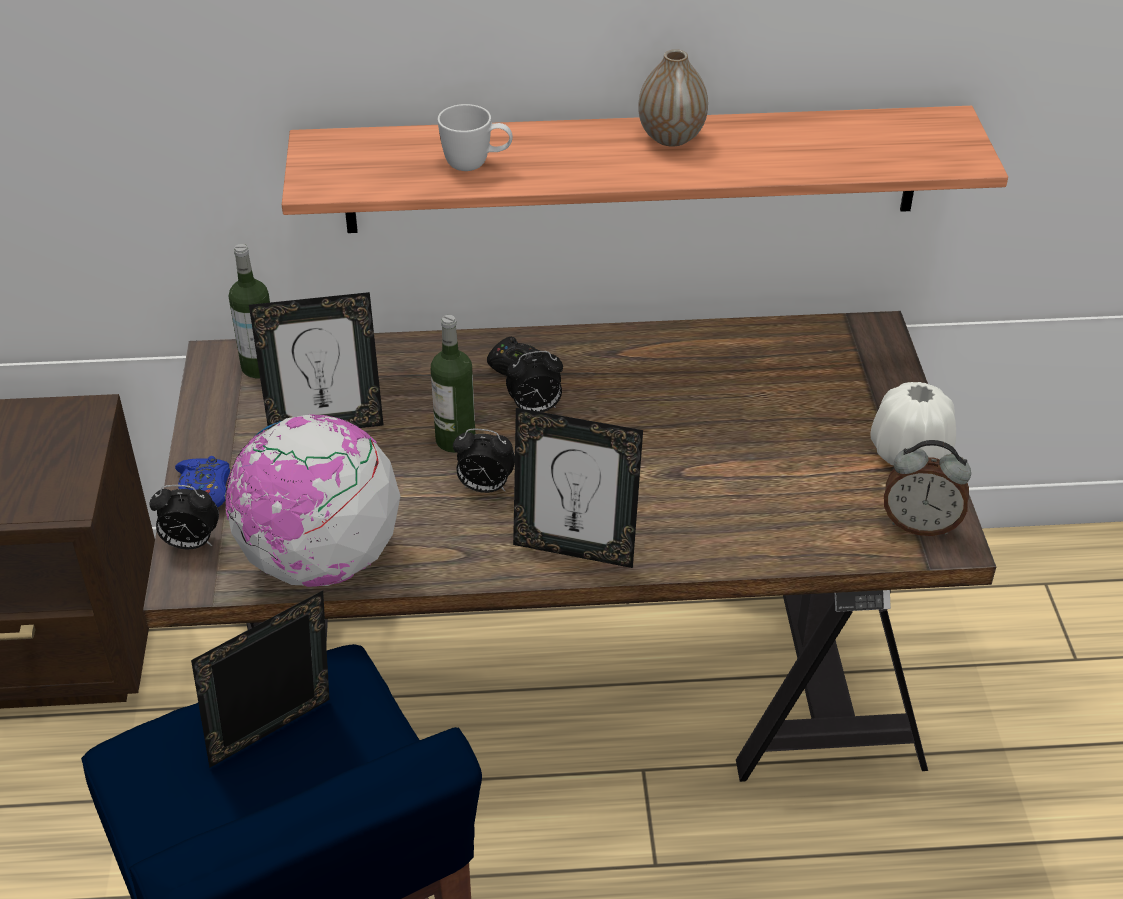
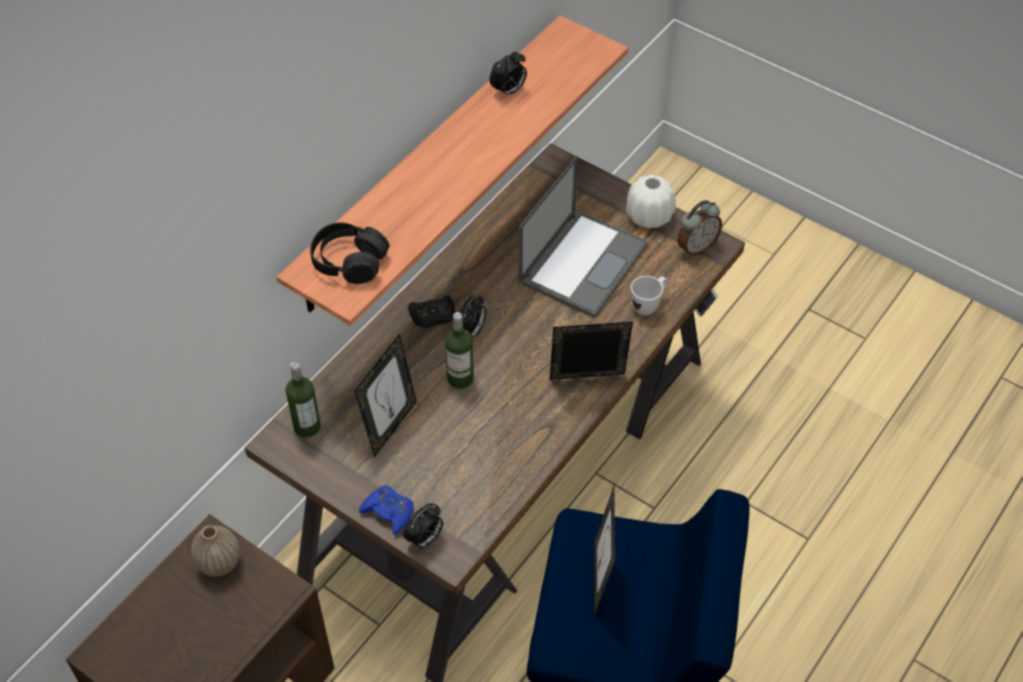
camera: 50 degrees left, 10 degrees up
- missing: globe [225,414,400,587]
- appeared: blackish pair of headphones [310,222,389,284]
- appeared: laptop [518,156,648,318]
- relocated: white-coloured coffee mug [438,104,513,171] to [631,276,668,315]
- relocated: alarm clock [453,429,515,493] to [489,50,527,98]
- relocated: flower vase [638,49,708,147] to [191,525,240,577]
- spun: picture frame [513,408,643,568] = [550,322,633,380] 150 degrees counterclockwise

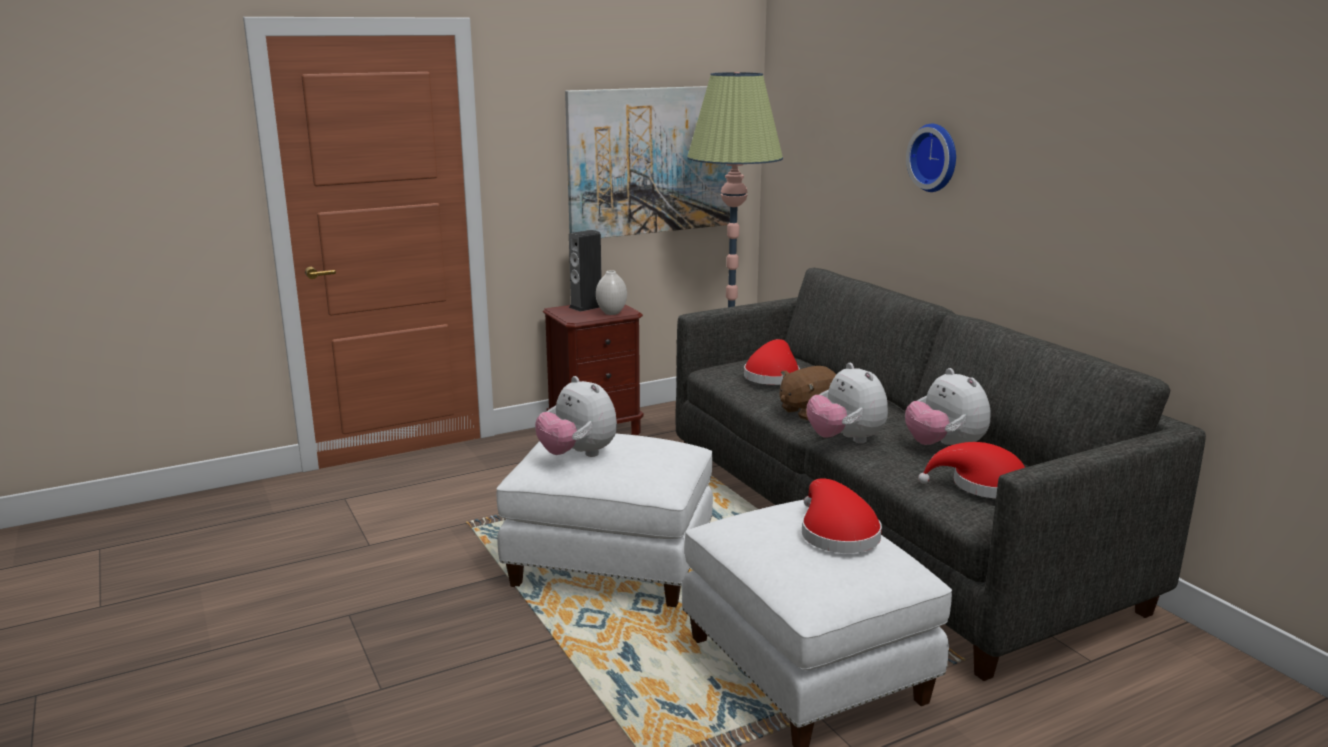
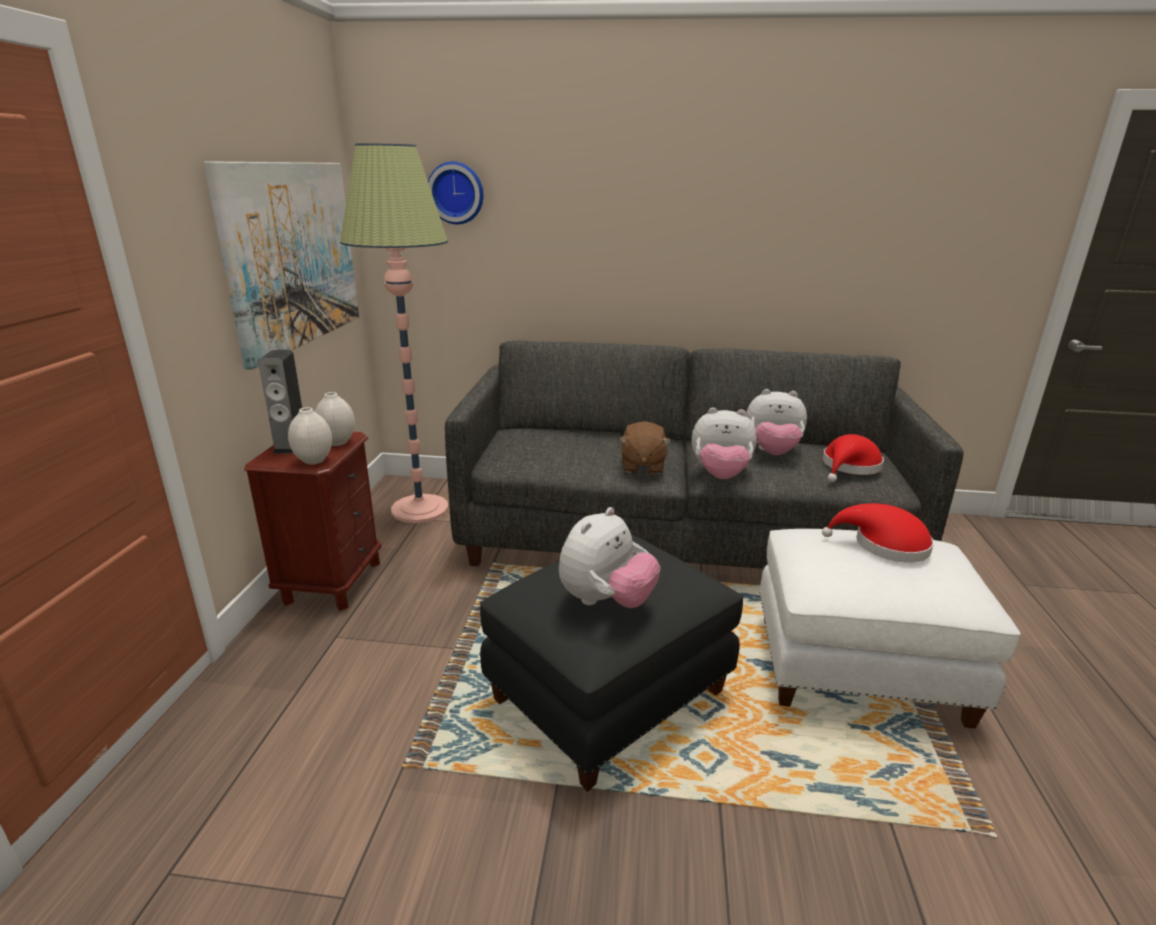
camera: 55 degrees left, 5 degrees up
- missing: red wearable hat [744,339,800,385]
- appeared: white-coloured flower vase [288,407,332,465]
- relocated: hanging clock [906,124,956,192] to [428,161,484,224]
- colour: white-coloured ottoman [496,434,713,607] to blackish ottoman [480,535,744,792]
- spun: cuddly toy [535,376,617,457] = [559,507,660,608] 45 degrees counterclockwise

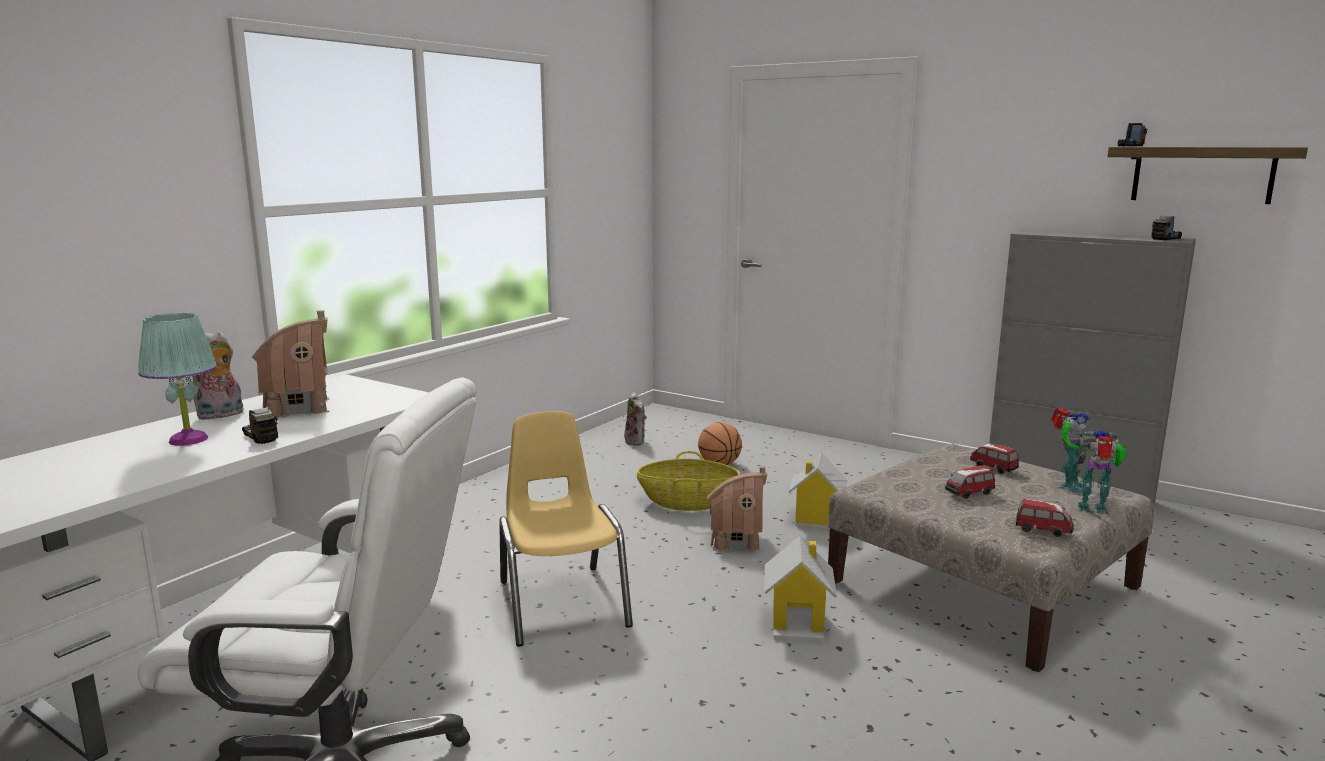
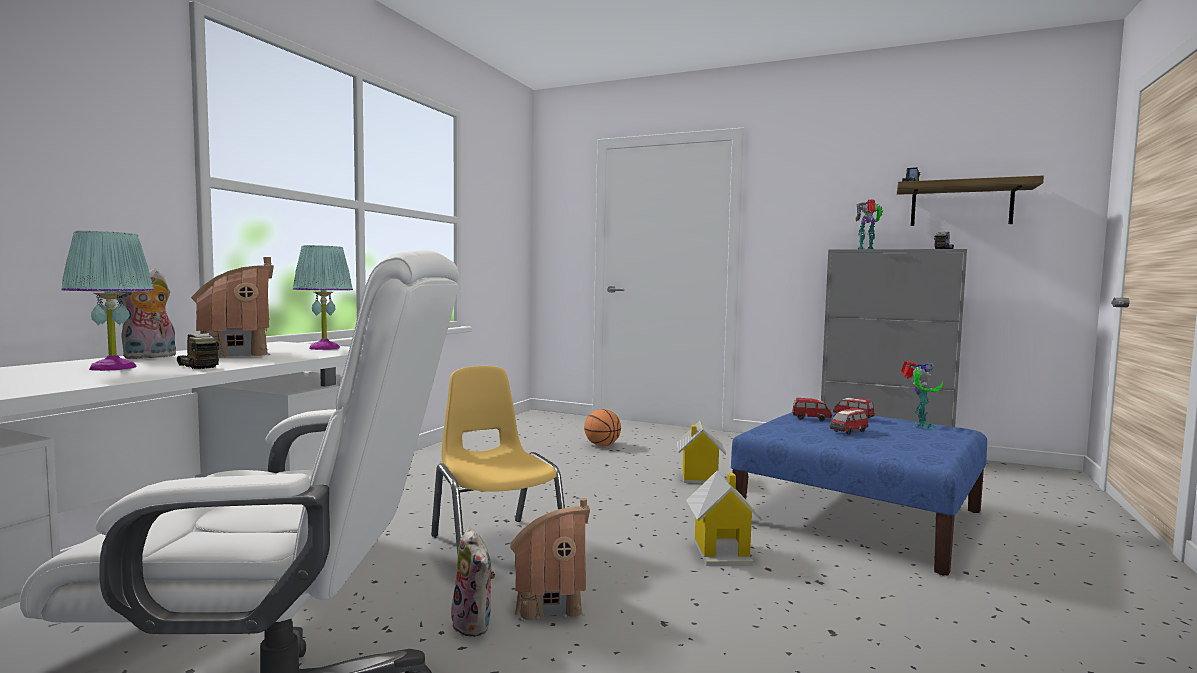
camera: 10 degrees left, 10 degrees down
- missing: household basket [637,451,740,511]
- appeared: blue-green lamp for a table [293,245,353,350]
- relocated: cuddly toy [624,392,647,446] to [451,527,495,637]
- relocated: miniature house [707,466,767,551] to [510,498,590,622]
- relocated: model car [1016,499,1074,537] to [792,398,832,421]
- relocated: model robot [1077,430,1127,515] to [855,199,883,249]
- colour: sand-coloured ottoman [828,444,1155,672] to blue ottoman [731,410,987,576]

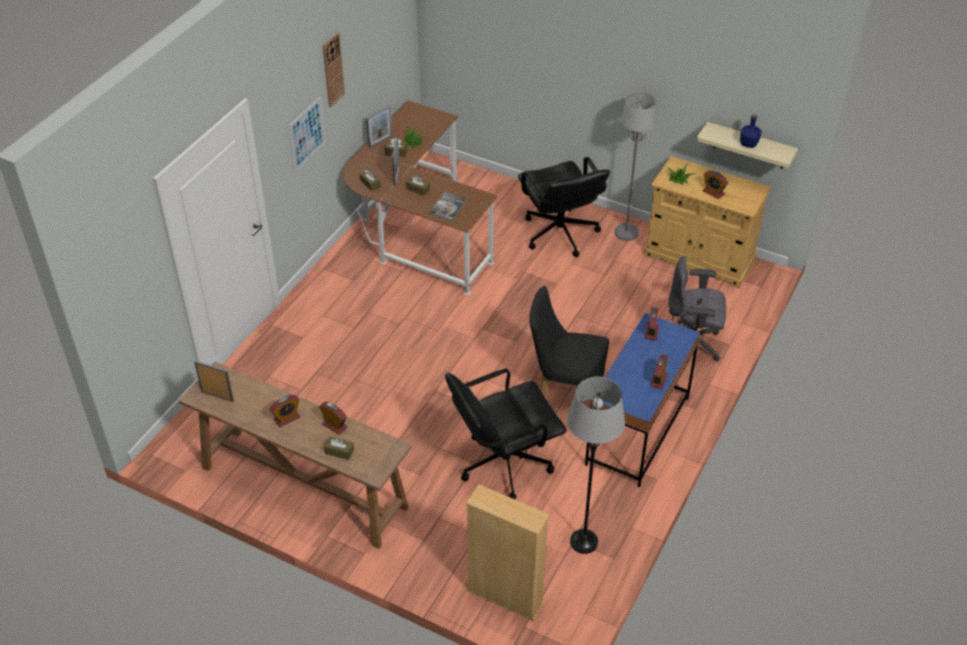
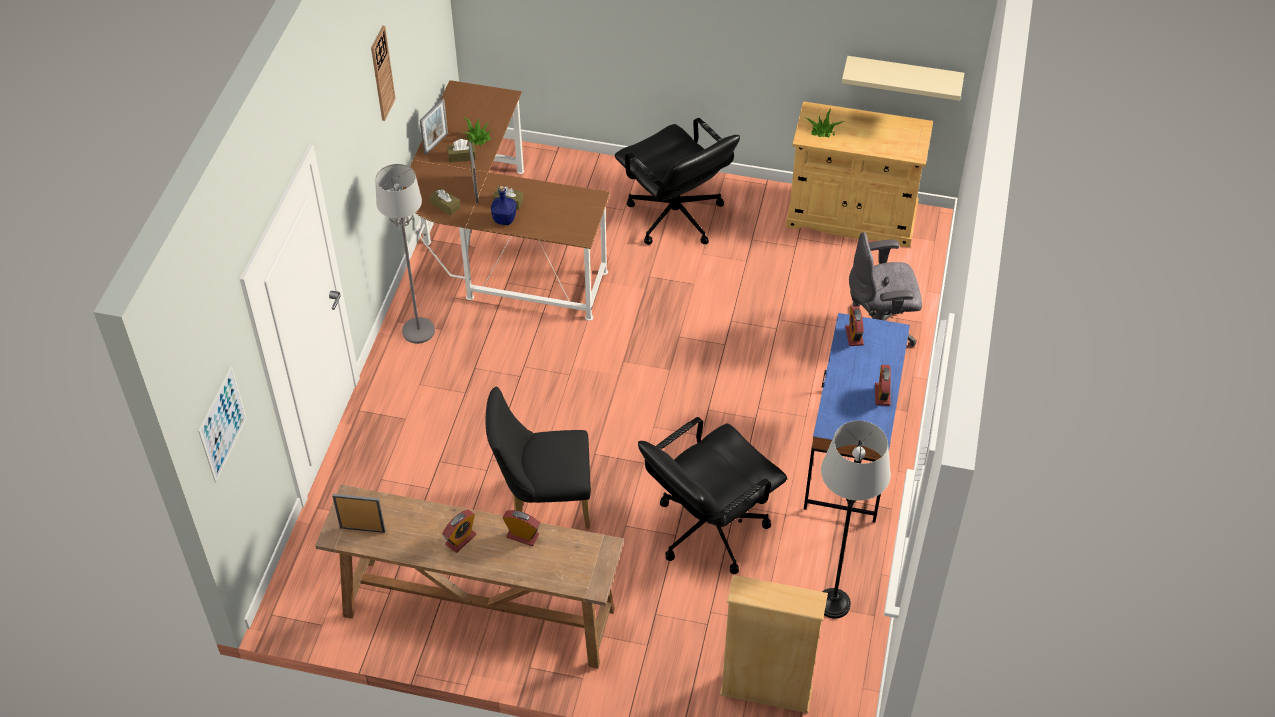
camera: 15 degrees left, 5 degrees up
- missing: brown-coloured tissue box [324,436,354,460]
- missing: volume [429,192,467,221]
- missing: alarm clock [703,171,728,199]
- relocated: picture [289,97,326,171] to [198,366,247,482]
- relocated: blackish plain chair [529,286,609,397] to [486,387,591,529]
- relocated: greyish floor lamp [614,92,656,241] to [375,164,435,344]
- relocated: blue bottle [740,113,762,148] to [491,186,516,225]

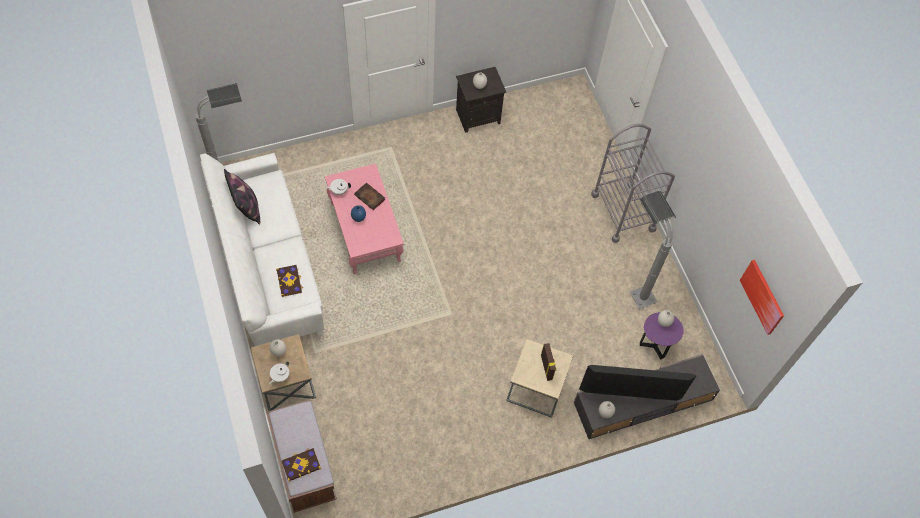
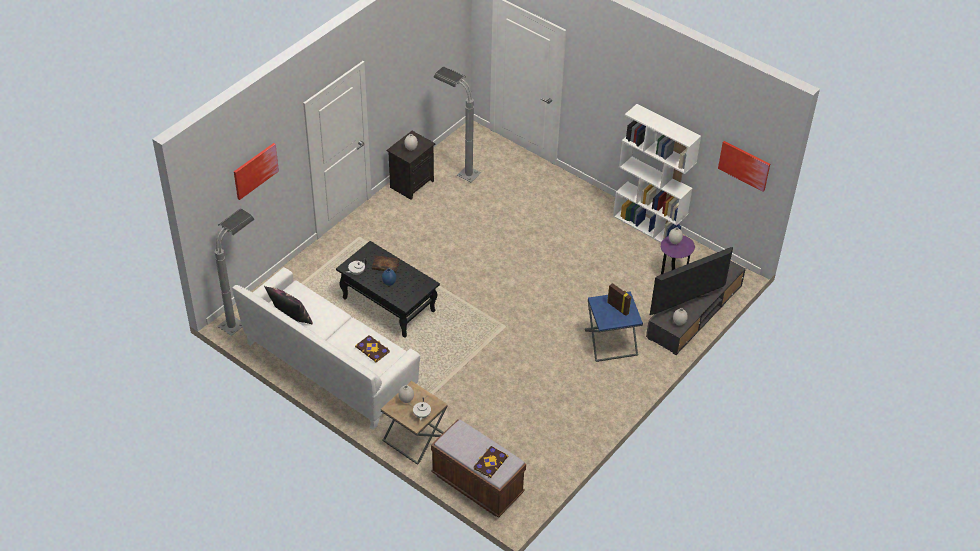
camera: 30 degrees left, 15 degrees down
- missing: greyish trolley [591,124,675,243]
- appeared: picture [234,143,279,200]
- appeared: white-coloured bookshelf [613,104,701,243]
- relocated: greyish floor lamp [630,191,676,309] to [433,66,481,182]
- colour: pink coffee table [325,164,404,274] to blackish coffee table [336,241,440,338]
- colour: sand-coloured end table [506,339,573,418] to blue end table [585,291,643,362]

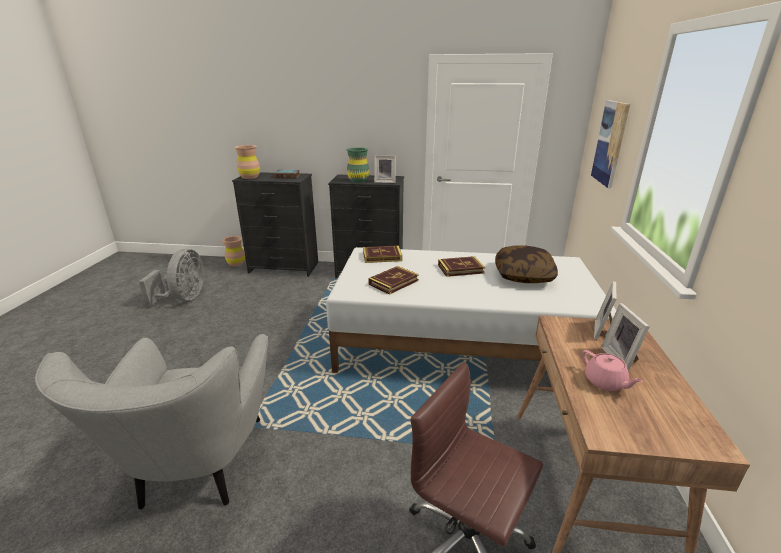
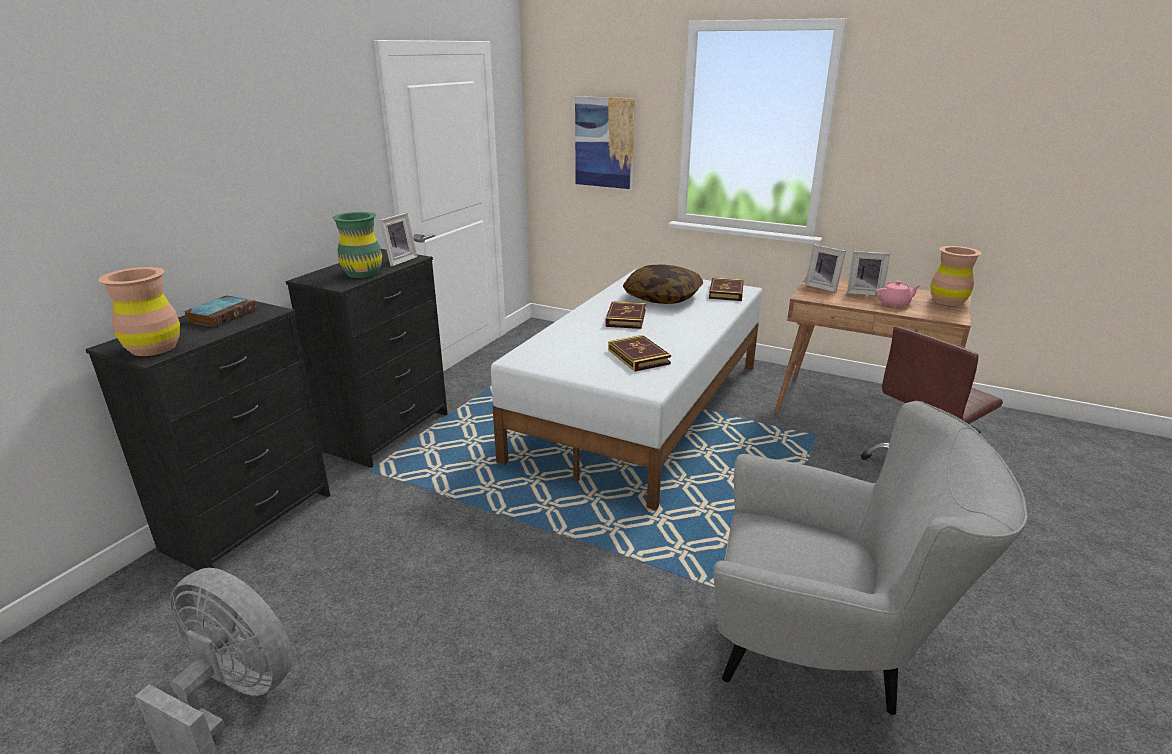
camera: 70 degrees left, 0 degrees up
- relocated: brown-coloured flower vase [222,236,245,266] to [931,246,982,306]
- relocated: volume [363,245,402,263] to [709,277,744,301]

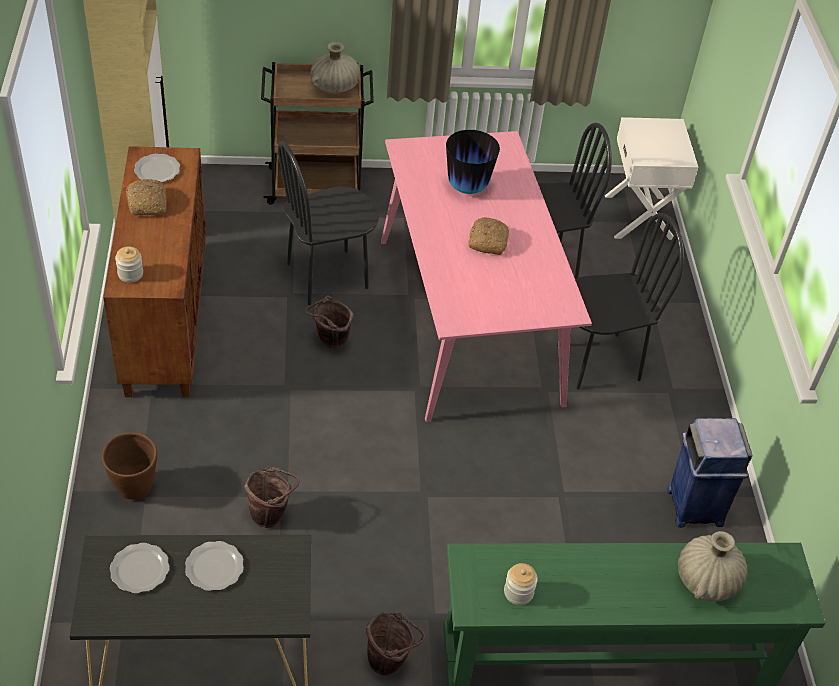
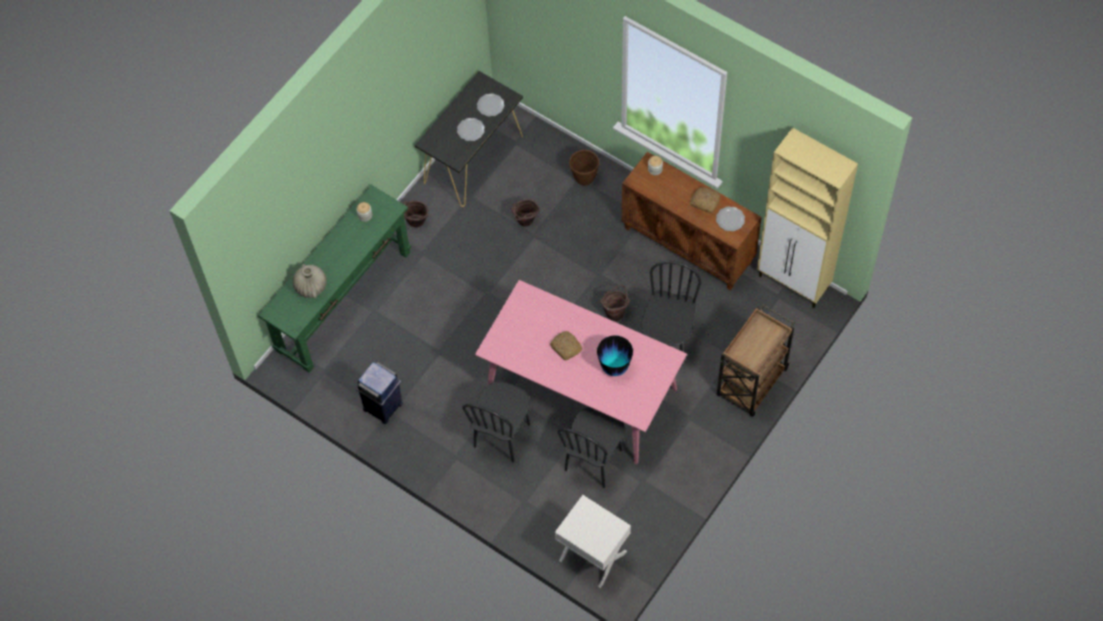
camera: 135 degrees right, 15 degrees up
- missing: sand-coloured flower vase [310,42,360,93]

